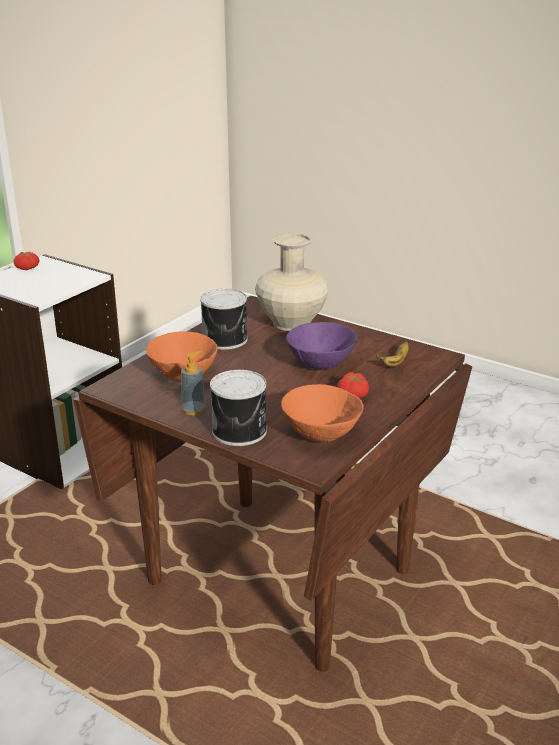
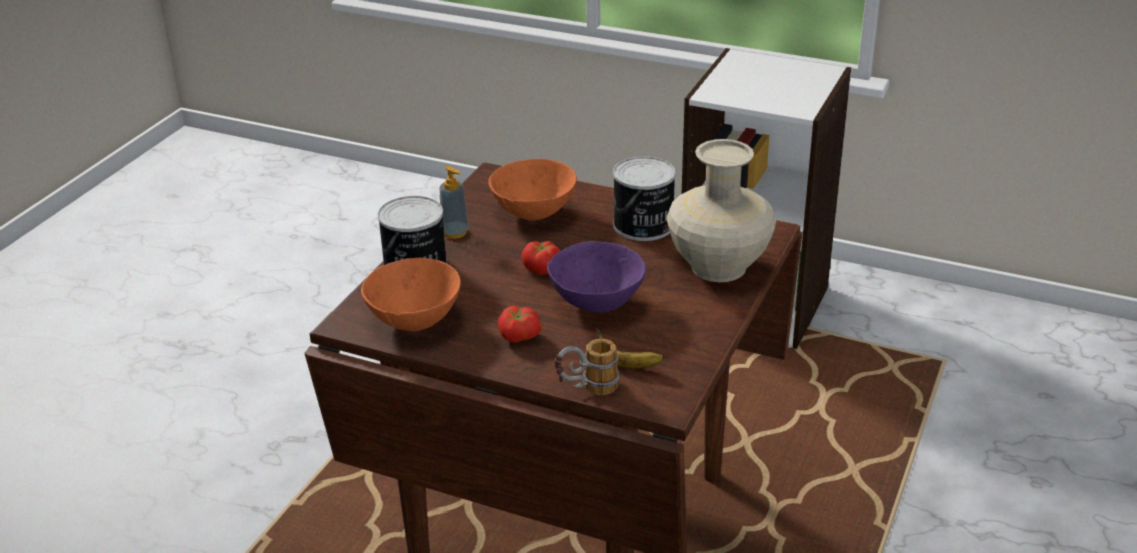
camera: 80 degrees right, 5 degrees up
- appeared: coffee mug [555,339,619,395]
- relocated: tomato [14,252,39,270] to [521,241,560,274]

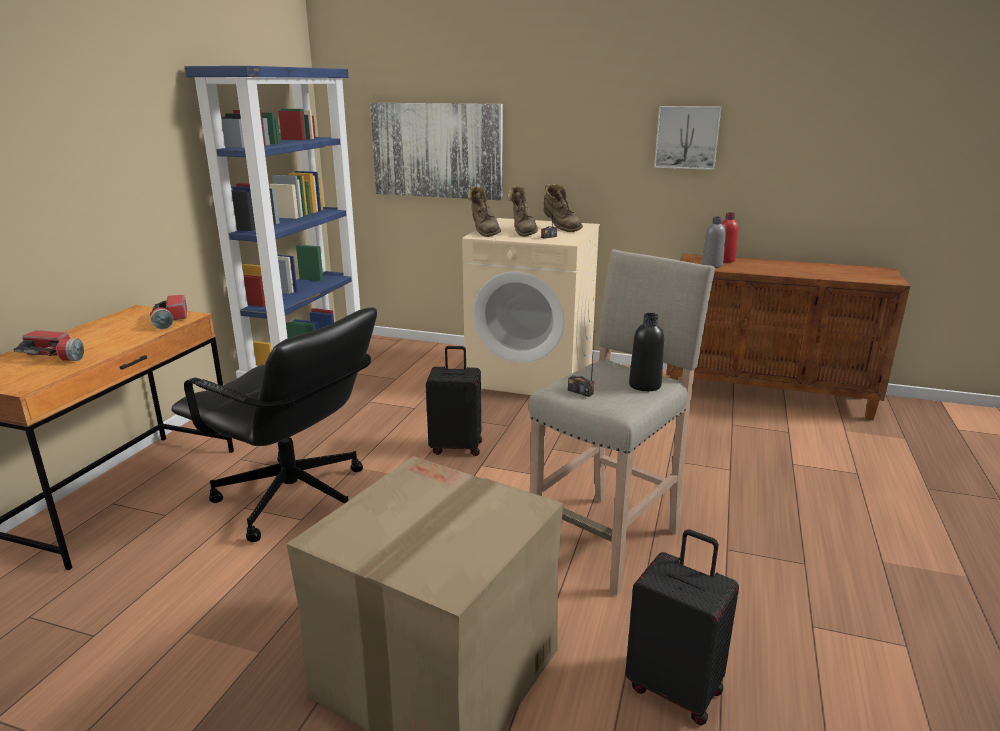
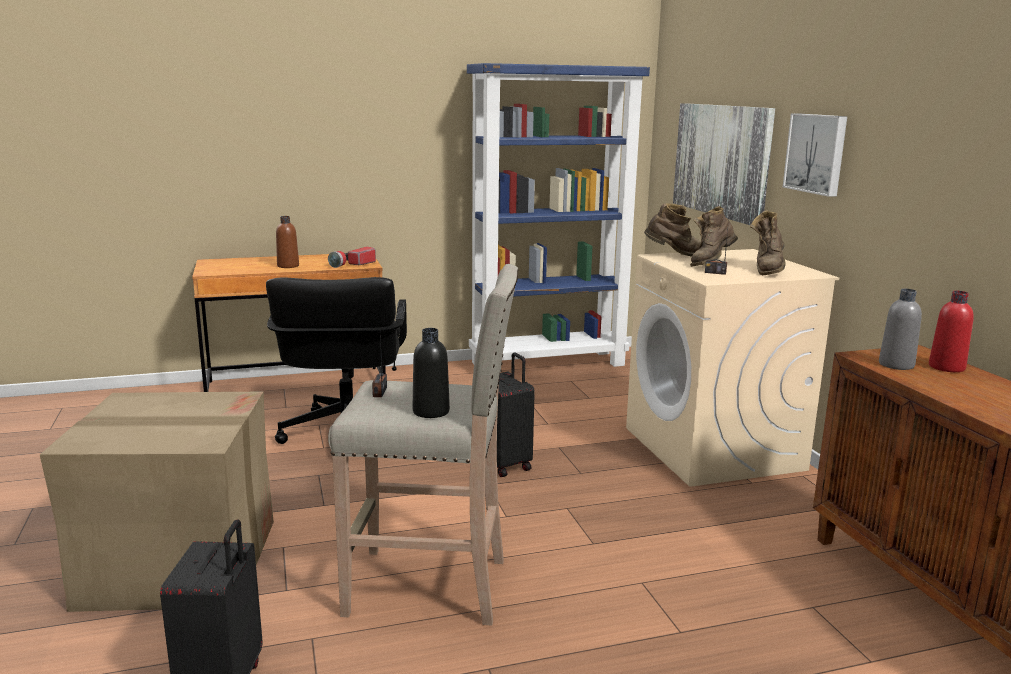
camera: 55 degrees right, 5 degrees down
- missing: torch [14,330,84,361]
- appeared: brown-coloured bottle [276,216,299,268]
- relocated: picture [654,106,721,170] to [783,113,847,197]
- spun: brown-coloured tall boot [468,186,501,237] = [644,203,701,257] 135 degrees counterclockwise

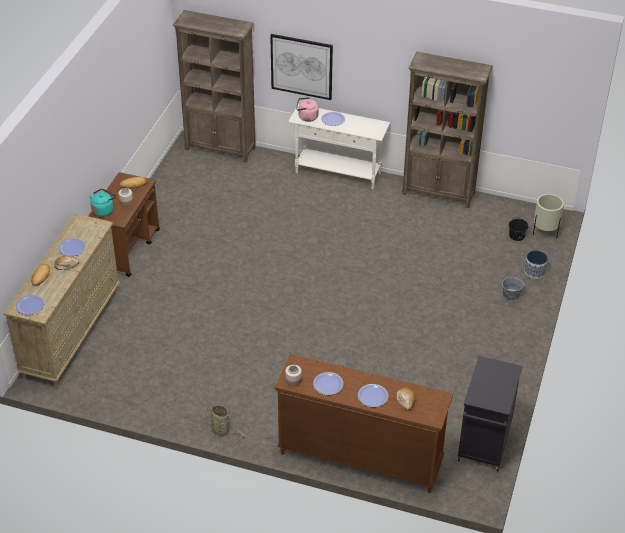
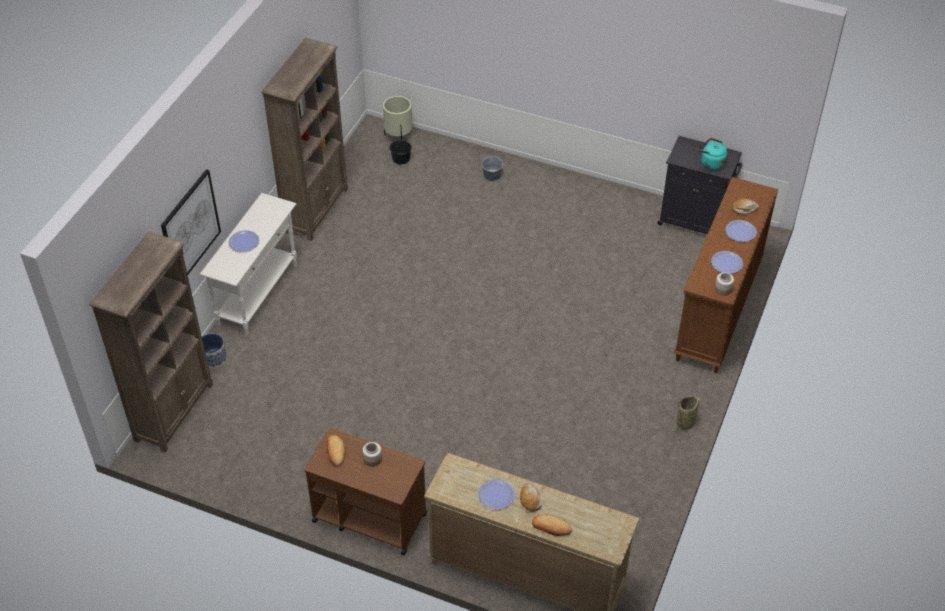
camera: 85 degrees left, 5 degrees up
- missing: dinner plate [16,295,45,315]
- missing: pink tea kettle [296,97,319,122]
- relocated: blue-green tea kettle [89,189,116,217] to [698,138,728,170]
- relocated: planter [524,250,548,279] to [202,334,227,368]

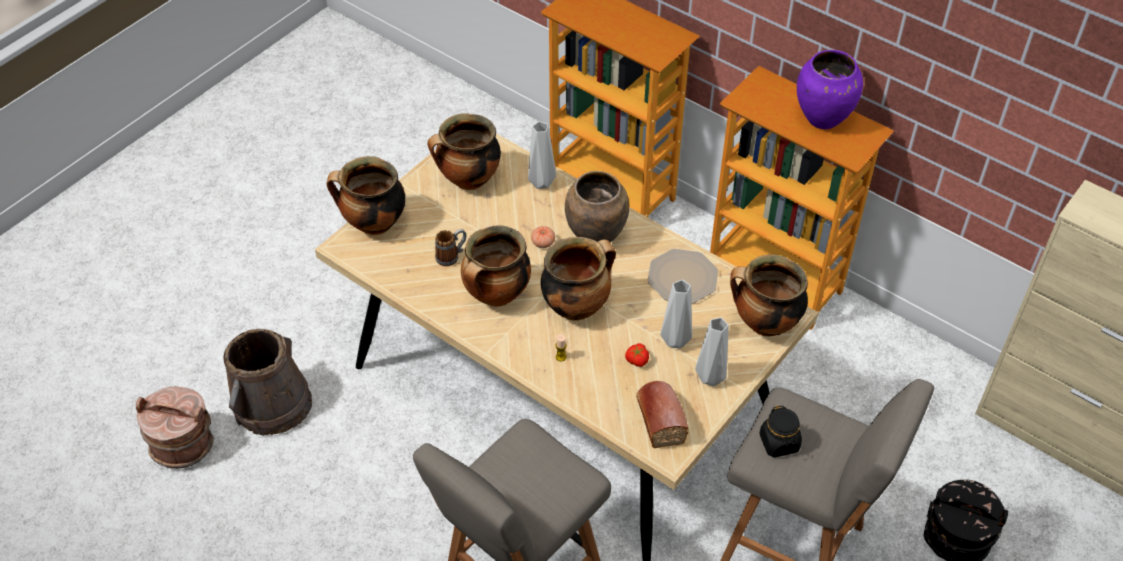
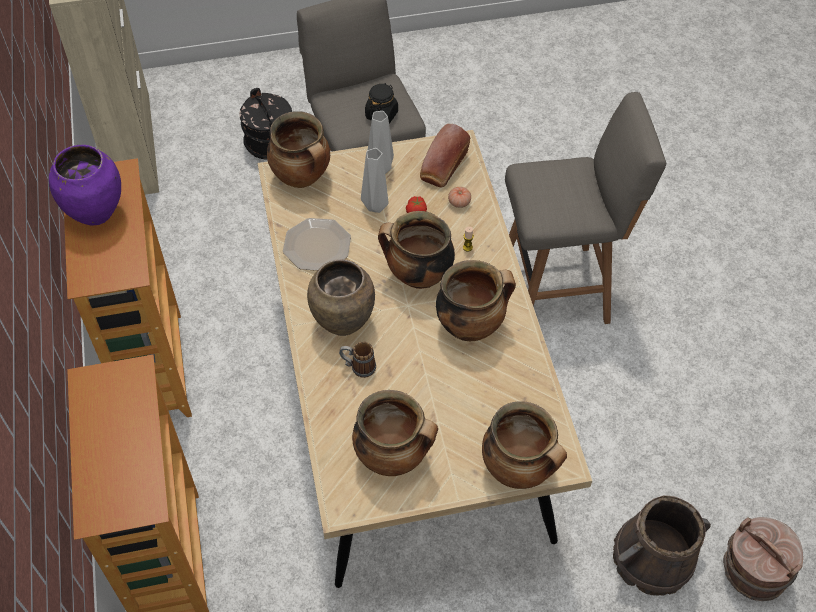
camera: 140 degrees left, 5 degrees up
- missing: greyish flower vase [528,121,556,189]
- relocated: coffee mug [435,229,466,266] to [339,342,376,378]
- relocated: tomato [531,226,555,248] to [448,187,471,208]

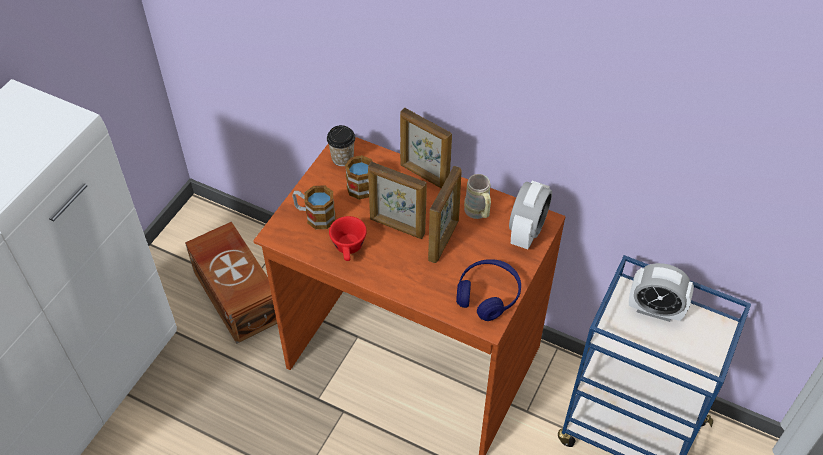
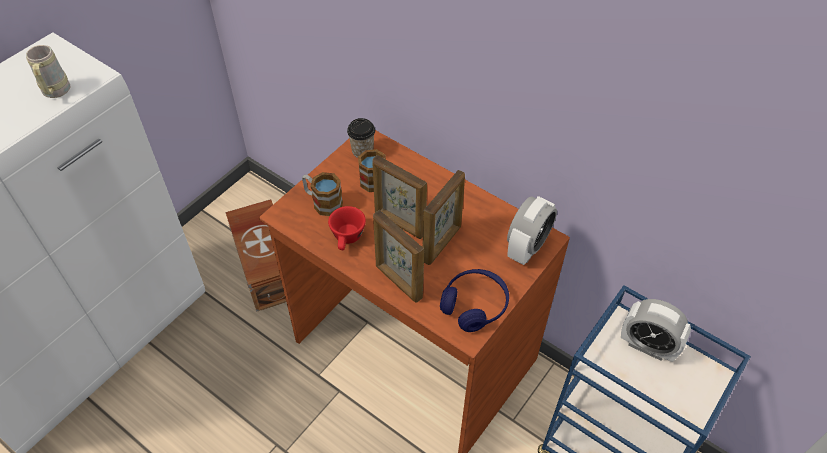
camera: 10 degrees right, 0 degrees up
- relocated: picture frame [400,108,452,188] to [373,210,424,303]
- relocated: sand-coloured coffee mug [464,174,491,219] to [26,45,70,98]

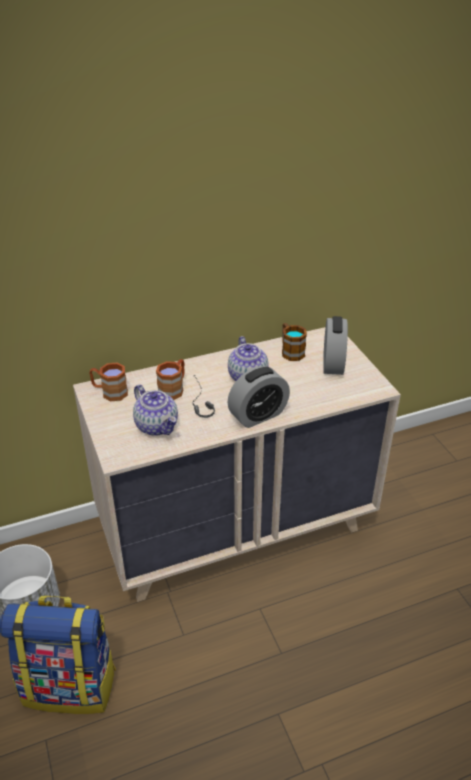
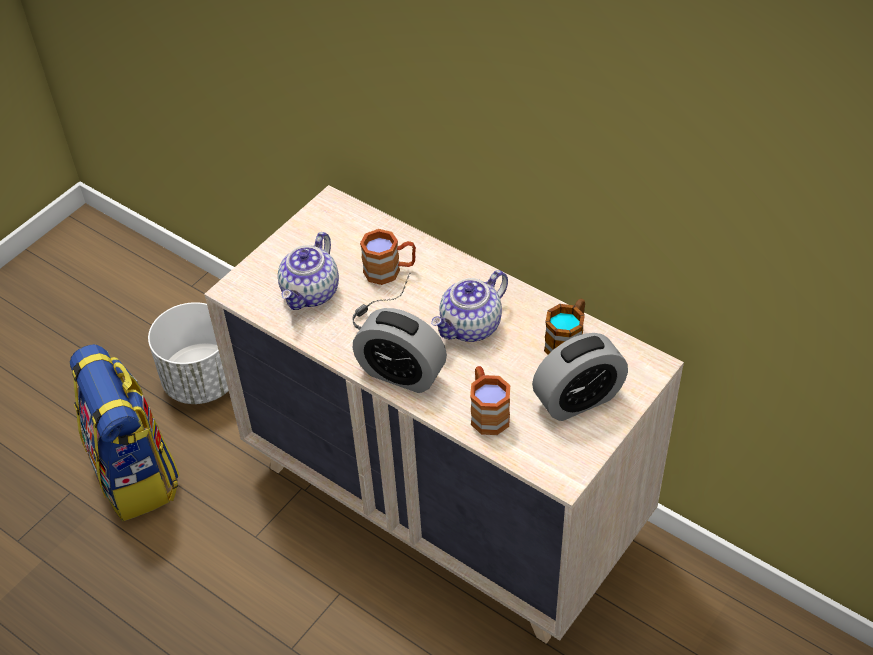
camera: 60 degrees right, 10 degrees up
- relocated: brown-coloured coffee mug [89,363,128,401] to [470,366,510,435]

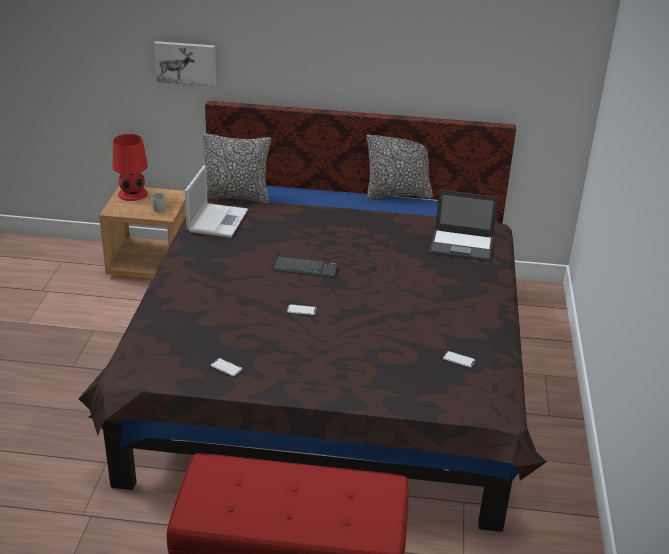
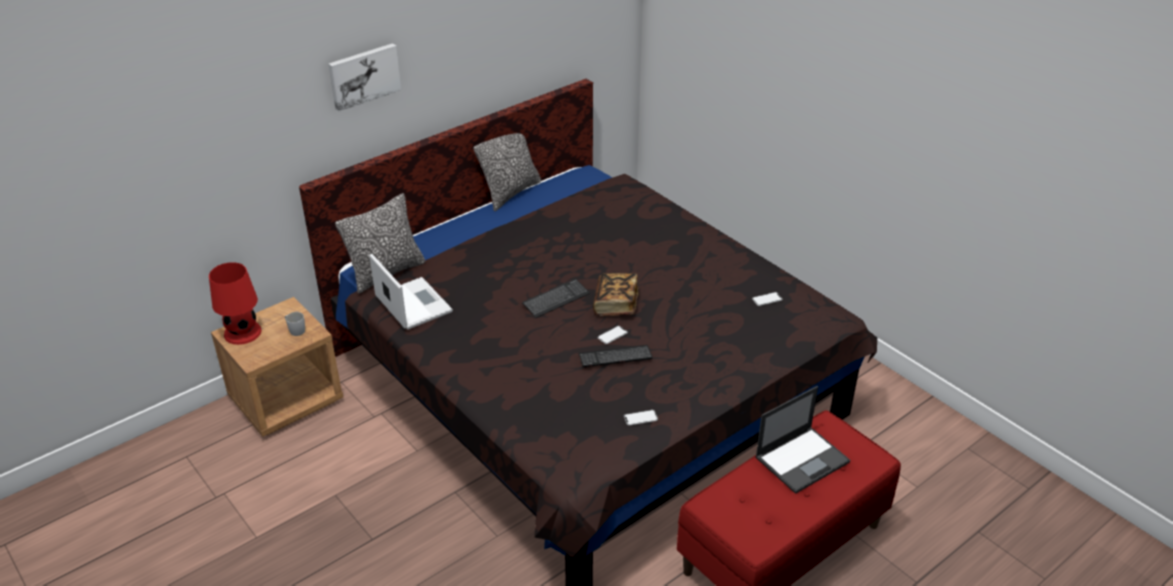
camera: 45 degrees left, 5 degrees up
- appeared: keyboard [579,345,653,368]
- appeared: volume [593,273,639,316]
- relocated: picture [154,41,217,87] to [328,43,401,111]
- relocated: laptop [430,190,499,262] to [755,386,850,494]

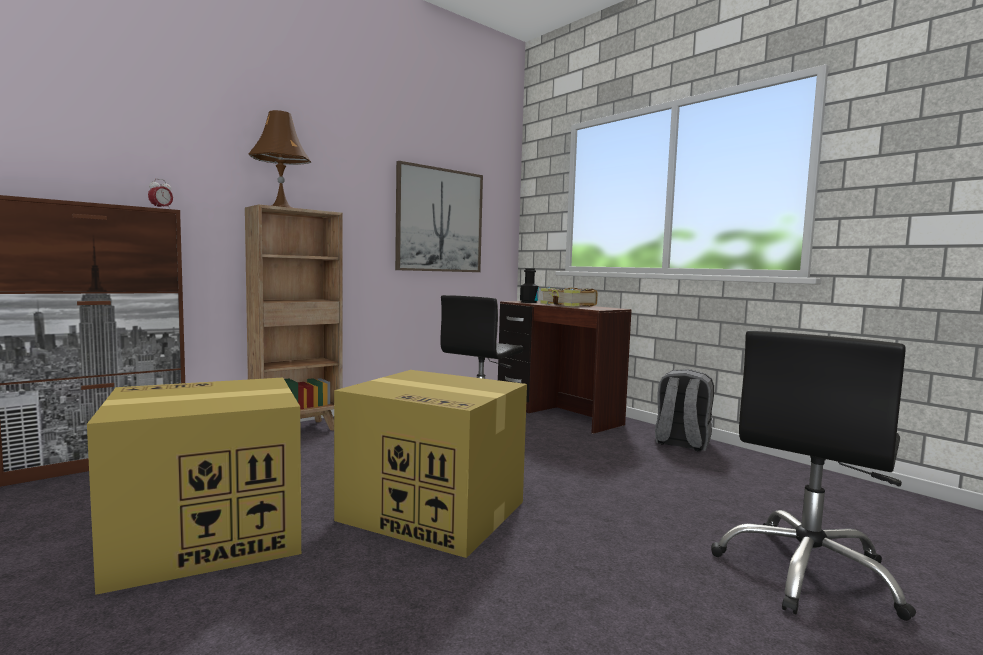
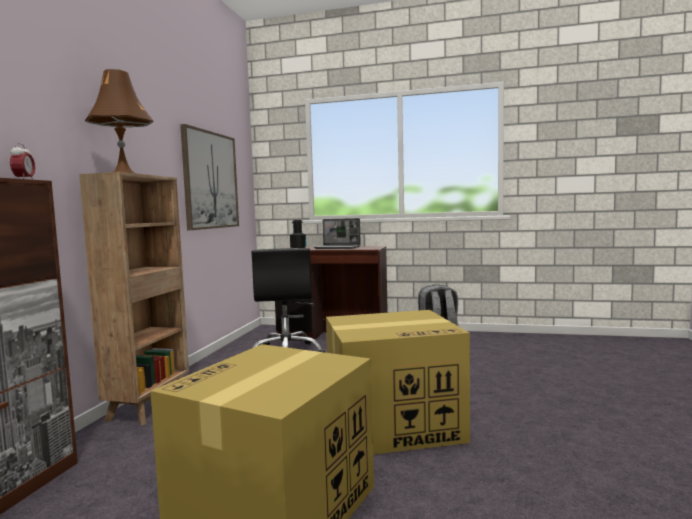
camera: 35 degrees left, 0 degrees up
- missing: blackish computer chair [711,331,916,621]
- exchanged: volume [540,287,598,307] to laptop [314,218,361,249]

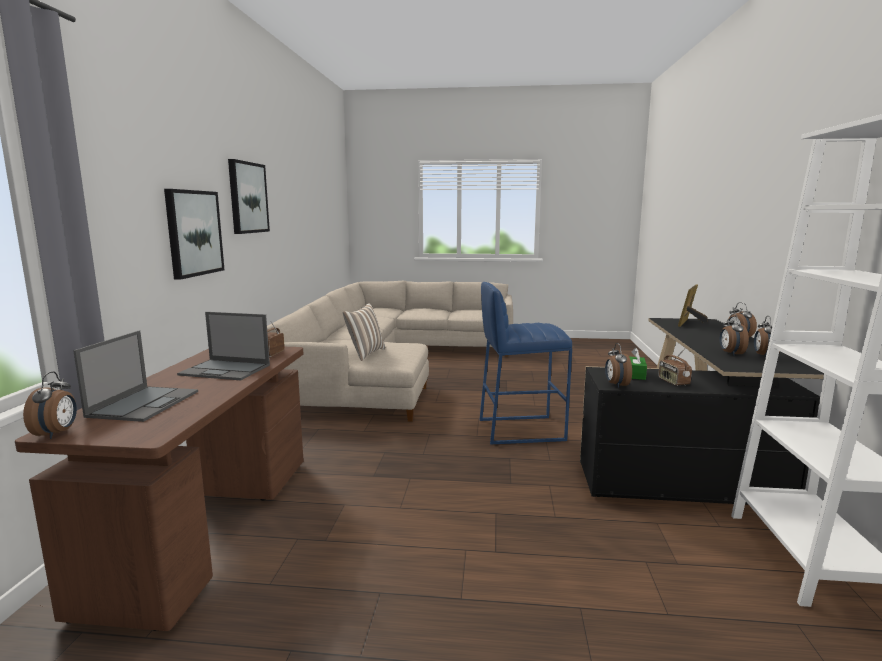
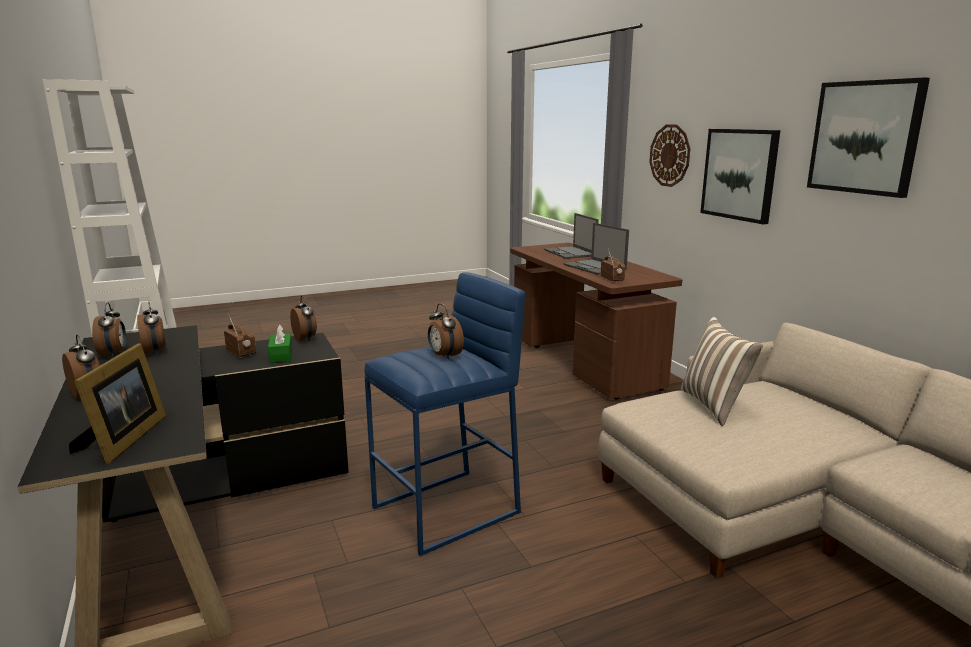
camera: 150 degrees right, 5 degrees up
- appeared: hanging clock [649,124,690,187]
- relocated: alarm clock [23,371,77,439] to [428,303,464,360]
- spun: laptop [177,312,270,380] = [564,223,629,275] 105 degrees counterclockwise

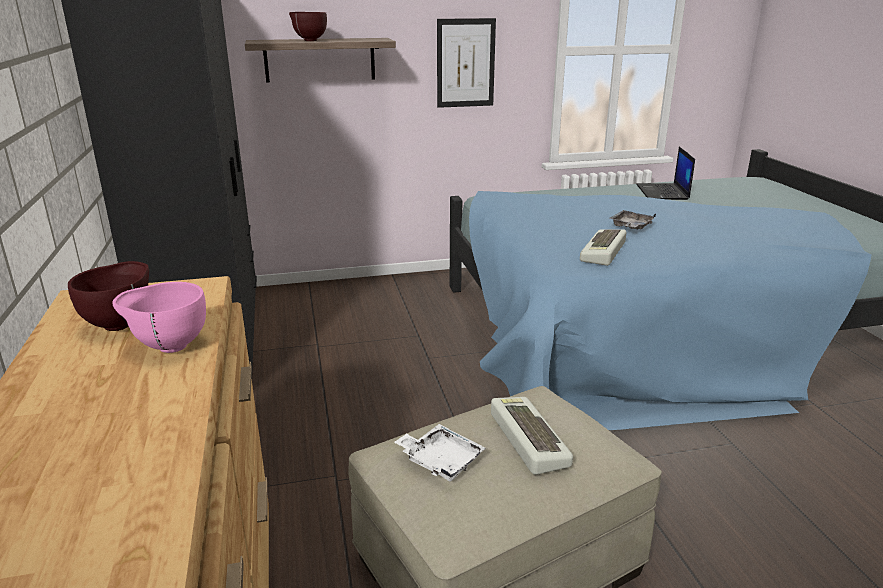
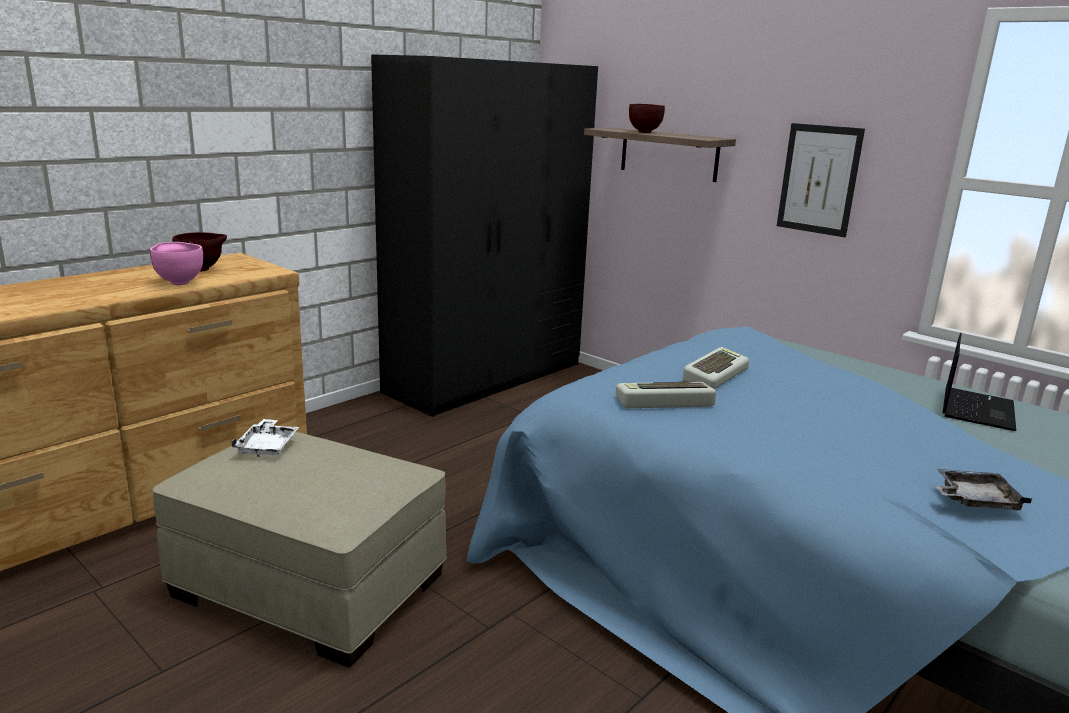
camera: 55 degrees right, 5 degrees down
- relocated: keyboard [491,397,573,475] to [683,347,749,389]
- relocated: greyish carrying tray [610,210,656,230] to [935,469,1032,510]
- spun: laptop [636,147,695,200] = [942,333,1016,431] 150 degrees clockwise

